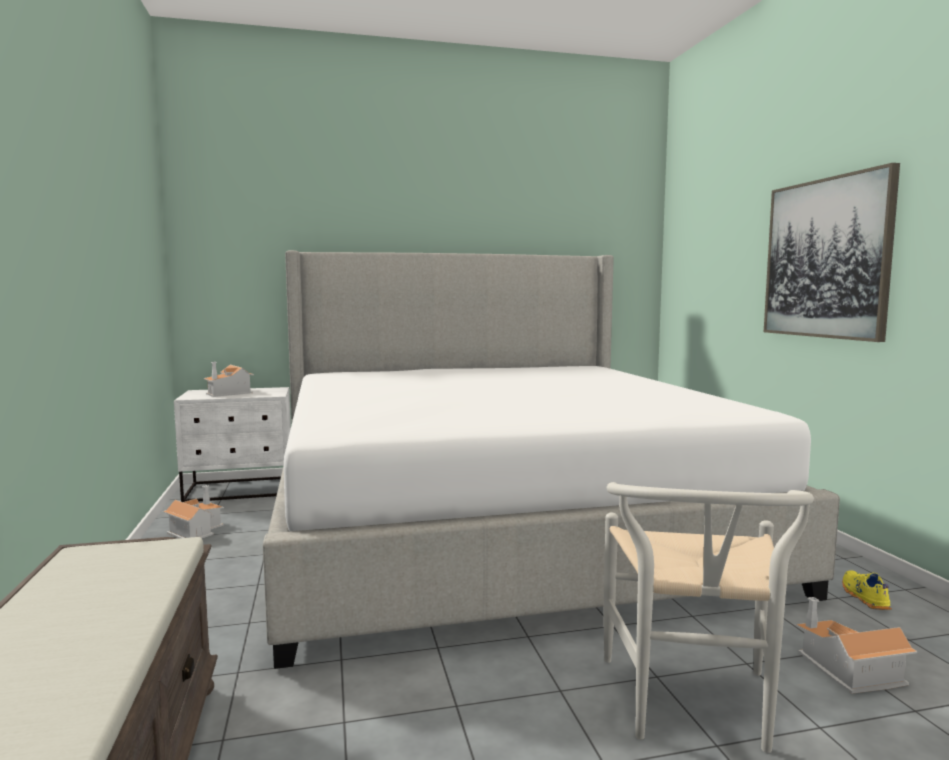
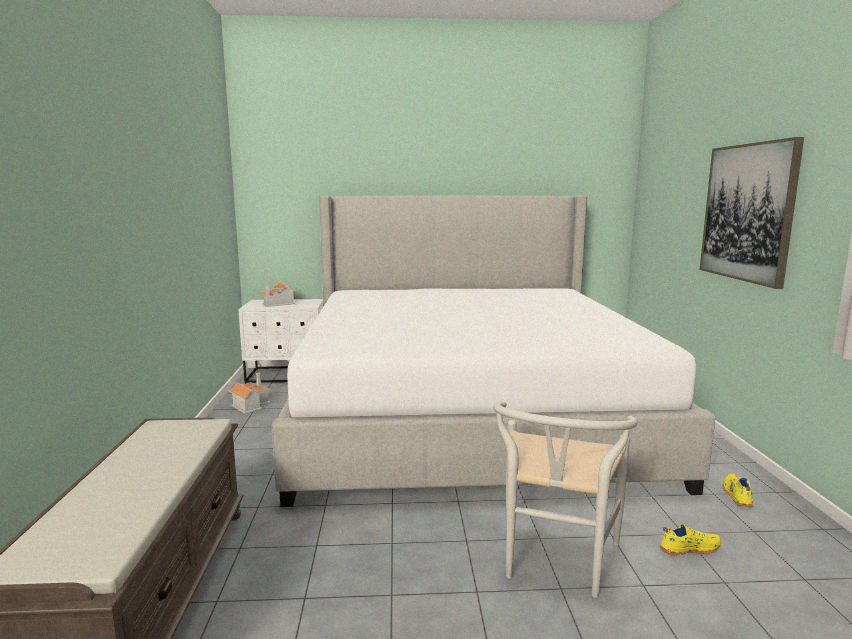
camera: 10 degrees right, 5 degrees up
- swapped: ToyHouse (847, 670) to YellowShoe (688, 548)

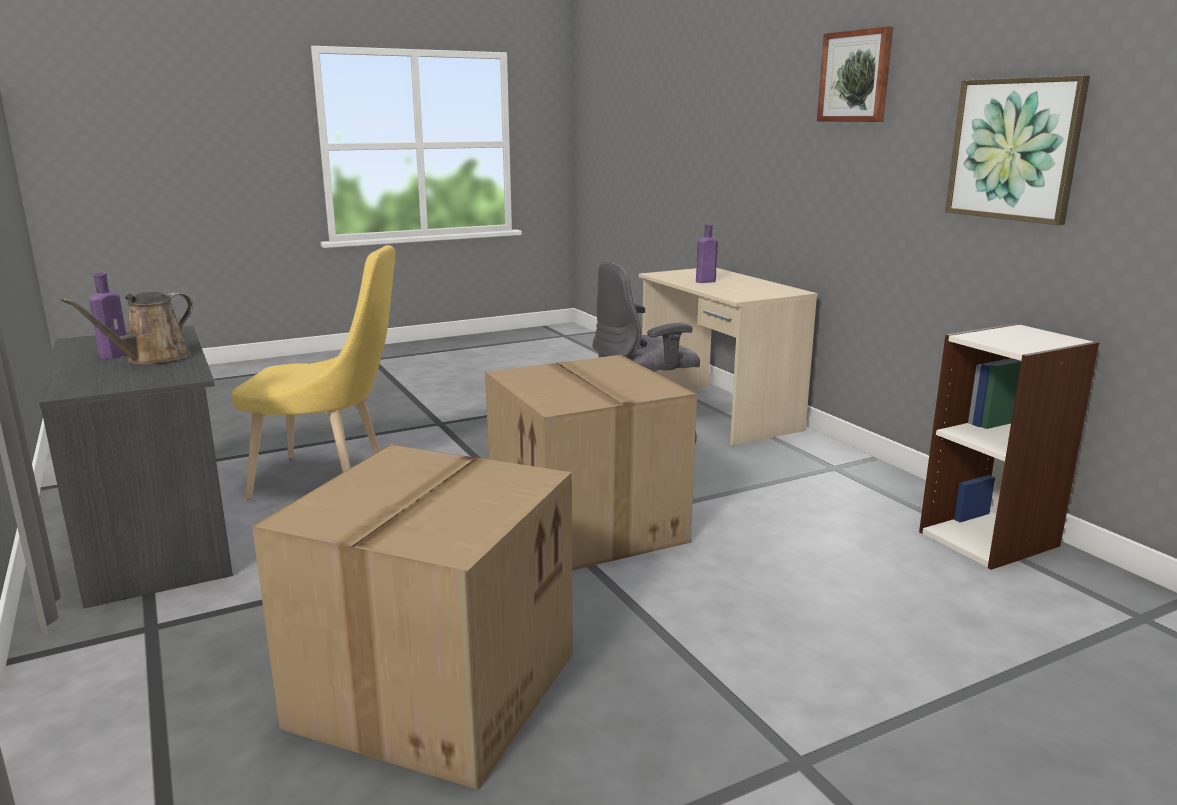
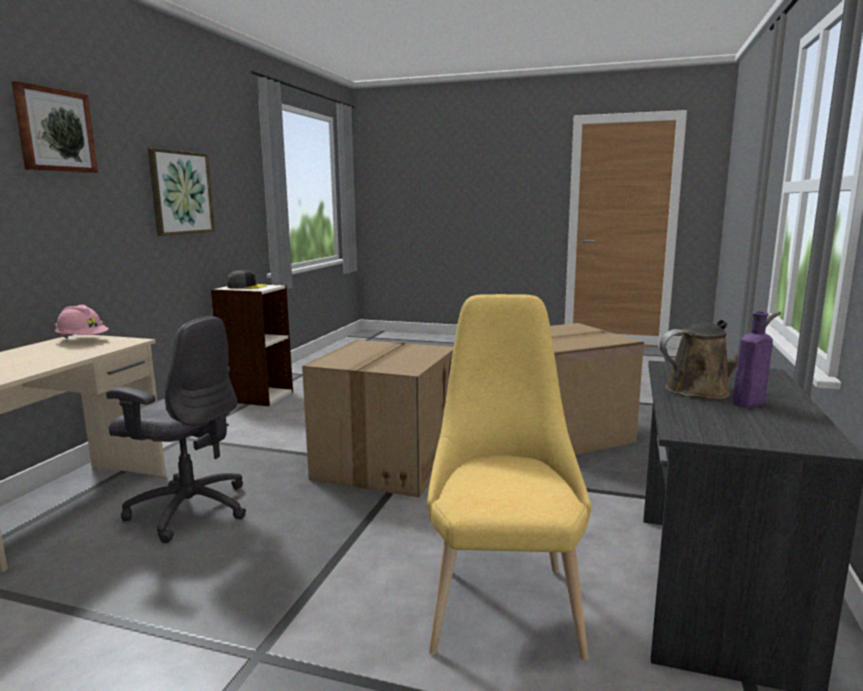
camera: 135 degrees left, 5 degrees down
- rotated: YellowChair (329, 479) = (503, 600) 45 degrees clockwise
- gone: PurpleBottle (704, 281)
- new: PinkHardHat (83, 340)
- new: GreyCap (246, 286)

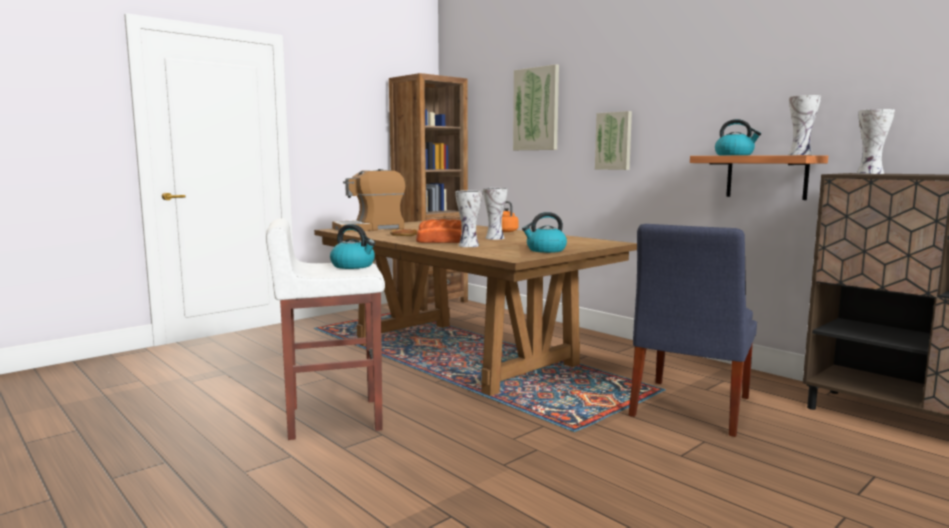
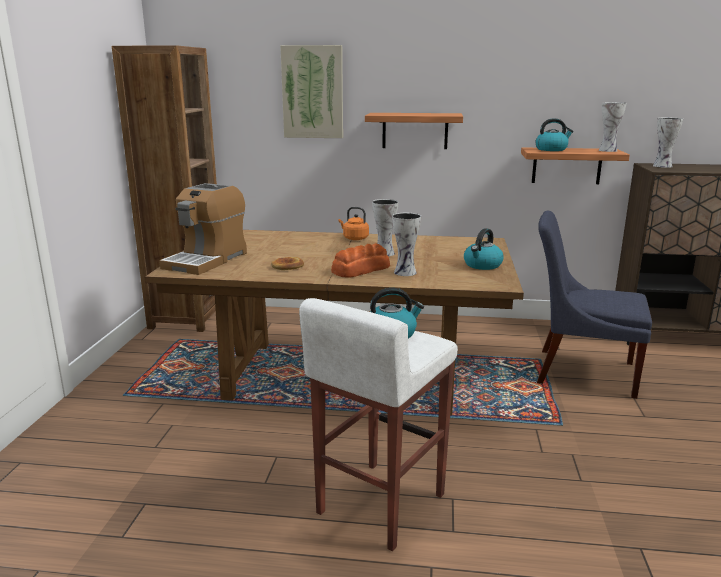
camera: 40 degrees left, 10 degrees up
- swapped: Picture (614, 141) to Shelf (415, 130)
- rotated: BlueChair (688, 408) = (579, 371) 120 degrees clockwise

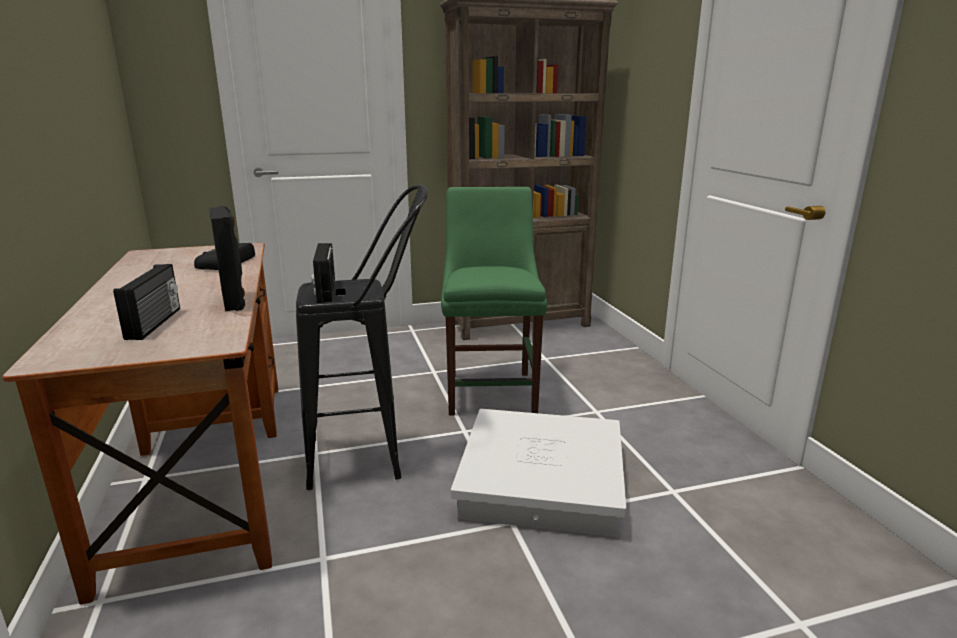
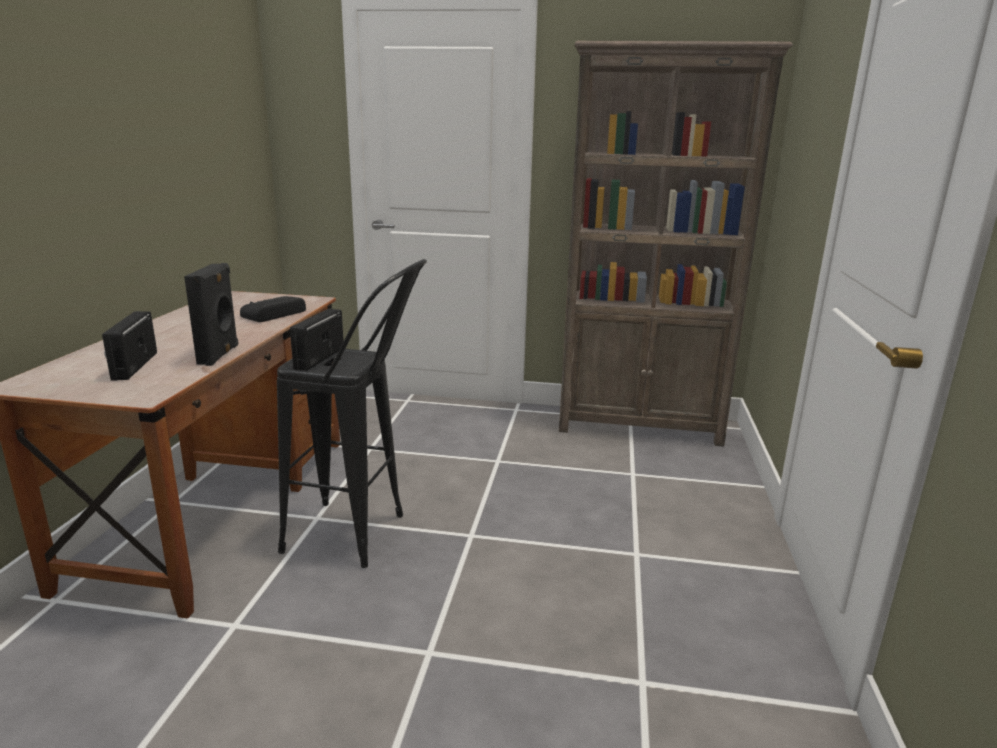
camera: 25 degrees right, 0 degrees up
- rotated: Radio (155, 323) = (133, 366) 150 degrees clockwise
- gone: GreenChair (491, 390)
- gone: WhiteStorageBox (542, 481)

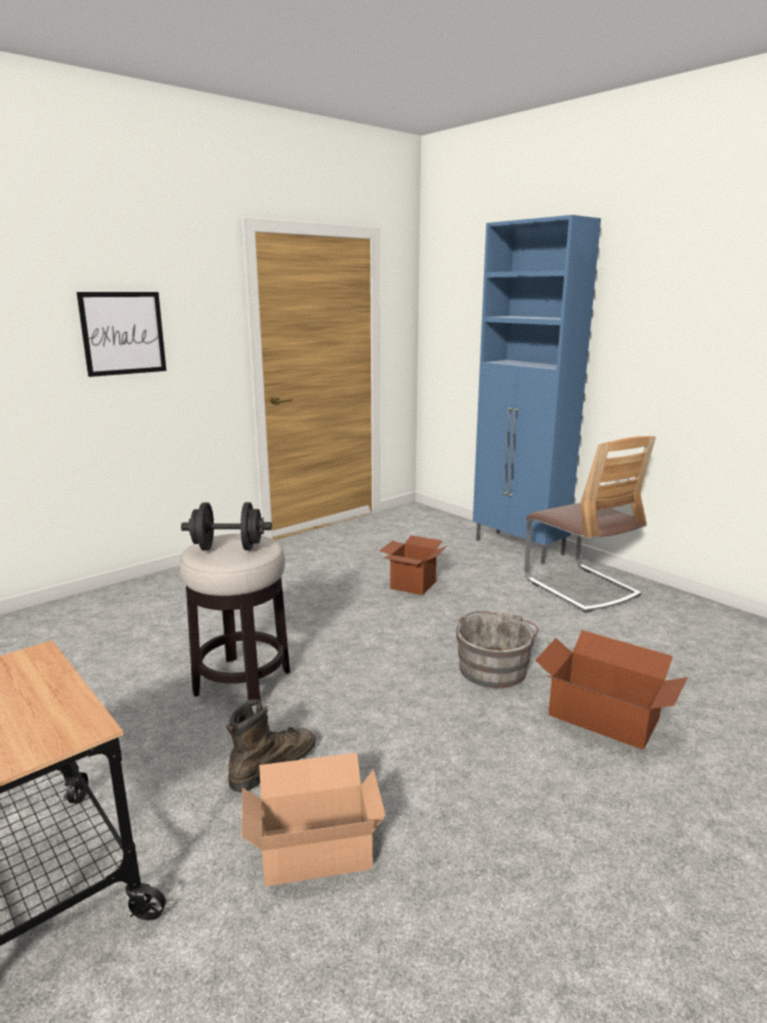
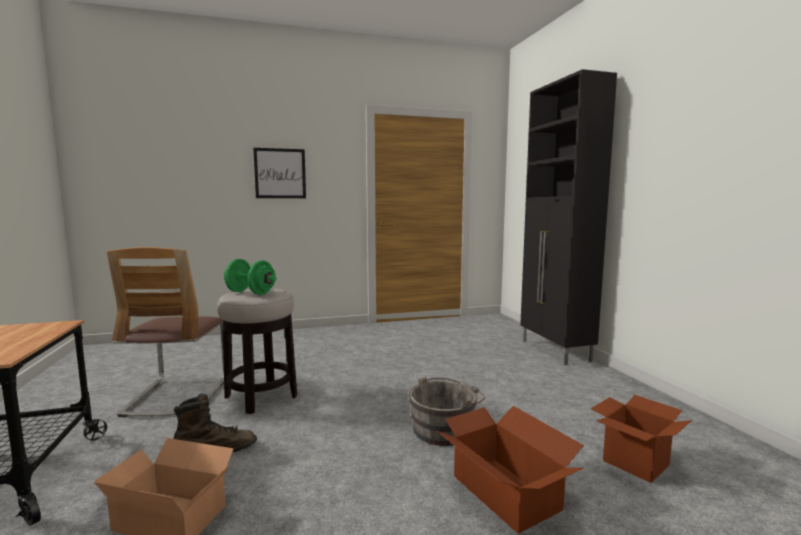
camera: 25 degrees right, 10 degrees down
- repainted: BlackDumbbell (228, 548) to GreenDumbbell (250, 293)
- shifted: CardboardBox (413, 585) to (636, 463)
- repainted: BlueCabinet (519, 547) to BlackCabinet (555, 351)
- shifted: Chair (581, 587) to (177, 395)

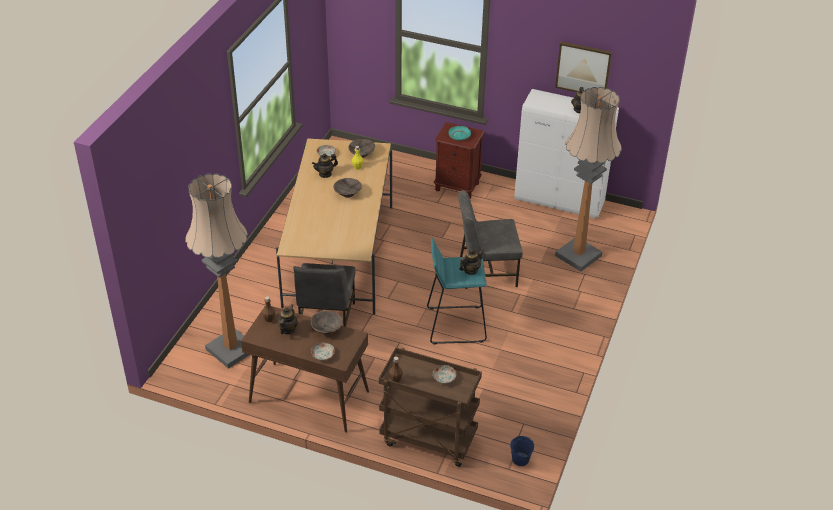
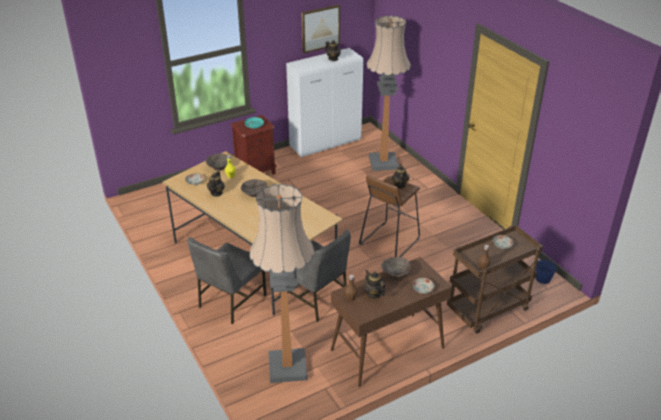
camera: 50 degrees left, 5 degrees down
- repainted: TurquoiseStool (455, 324) to BrownStool (389, 241)
- shifted: GreyChair (486, 272) to (230, 301)

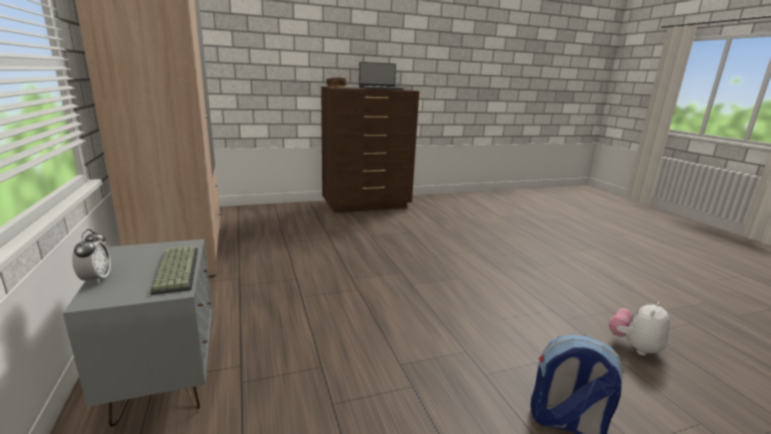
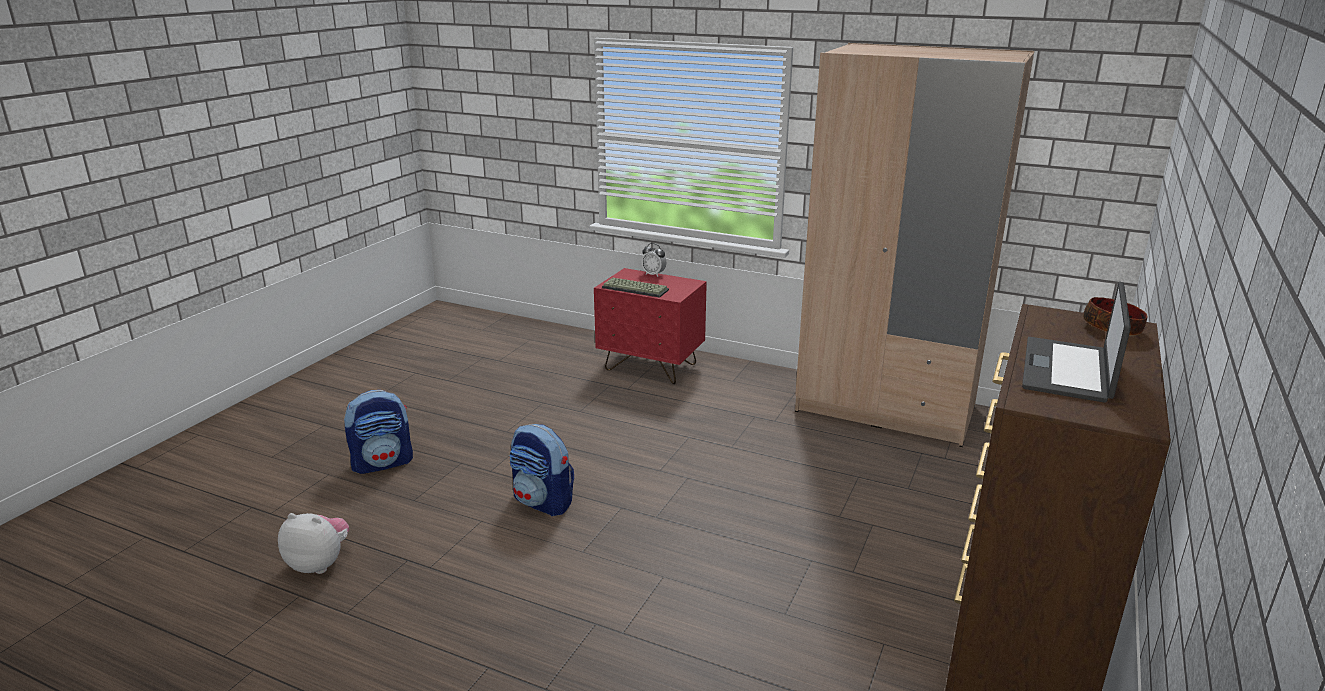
camera: 135 degrees right, 5 degrees up
- repainted: GreyNightstand (165, 378) to RedNightstand (651, 367)
- rotated: PlushToy (634, 347) = (319, 563) 75 degrees counterclockwise
- new: Backpack (543, 502)

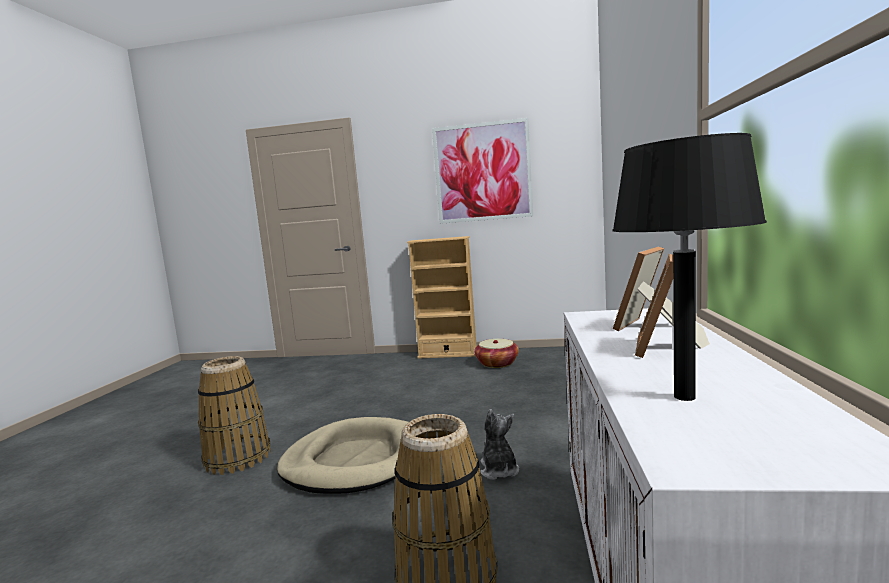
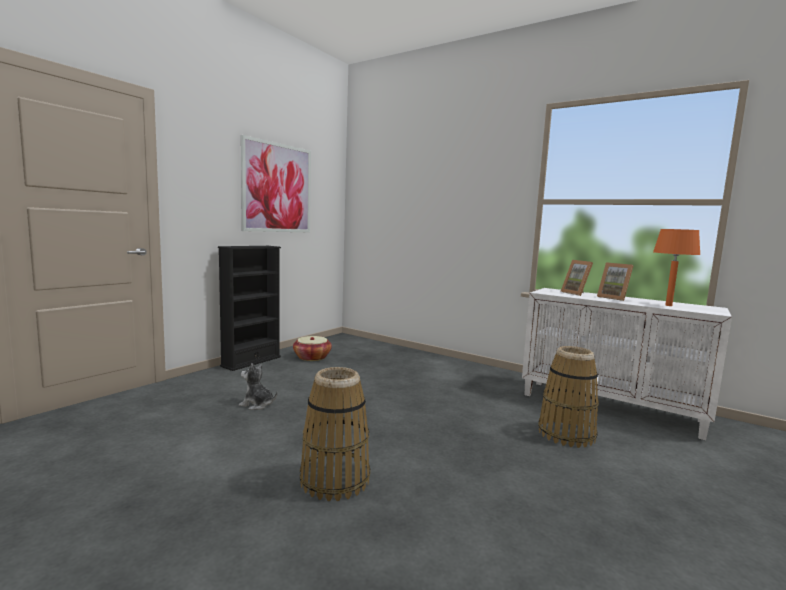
camera: 65 degrees left, 0 degrees up
- gone: BeigeDogBed (354, 460)
- repainted: BeigeBookcase (448, 354) to BlackBookcase (251, 361)
- shifted: PlushToy (499, 470) to (257, 405)
- repainted: BlackTableLamp (685, 396) to OrangeTableLamp (668, 305)

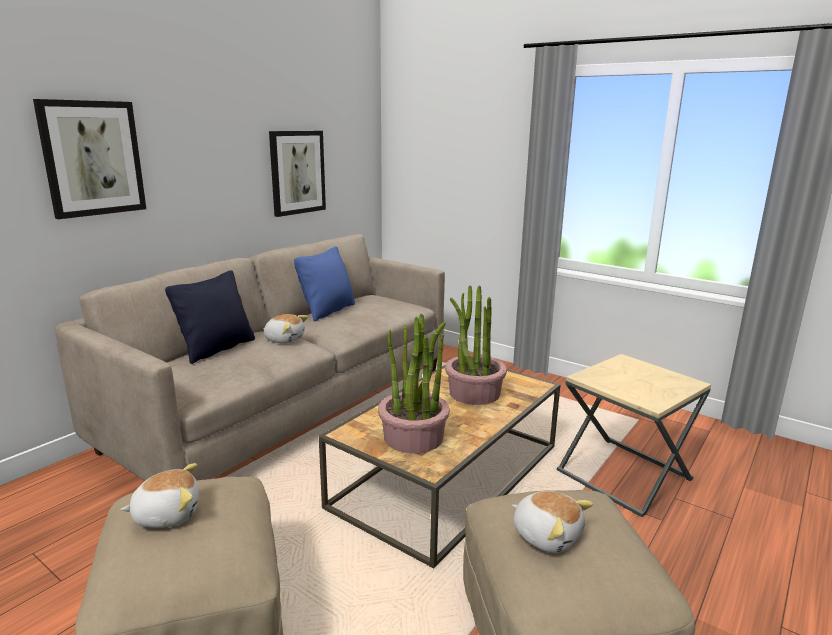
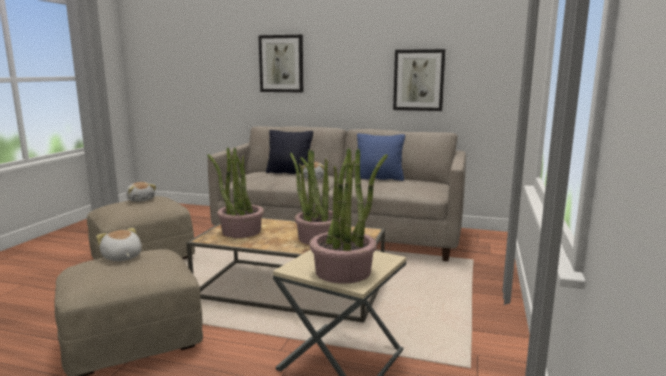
camera: 70 degrees right, 5 degrees down
- rotated: PlushToy (547, 535) = (121, 257) 120 degrees clockwise
- new: PottedPlant (343, 271)

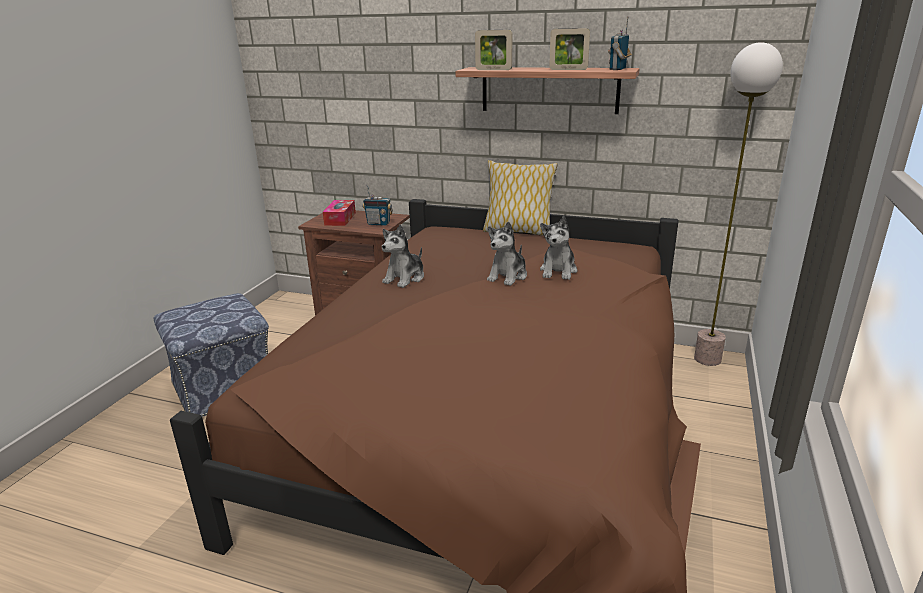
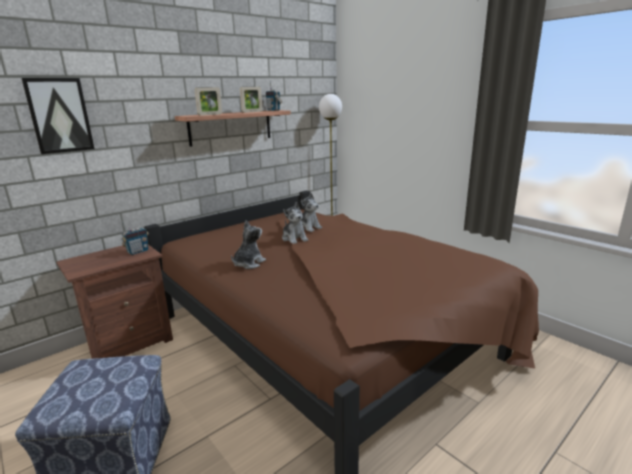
camera: 60 degrees left, 5 degrees down
- gone: TissueBox (340, 219)
- rotated: PlushToy (405, 278) = (248, 264) 120 degrees counterclockwise
- gone: Pillow (518, 231)
- new: Picture (59, 115)

